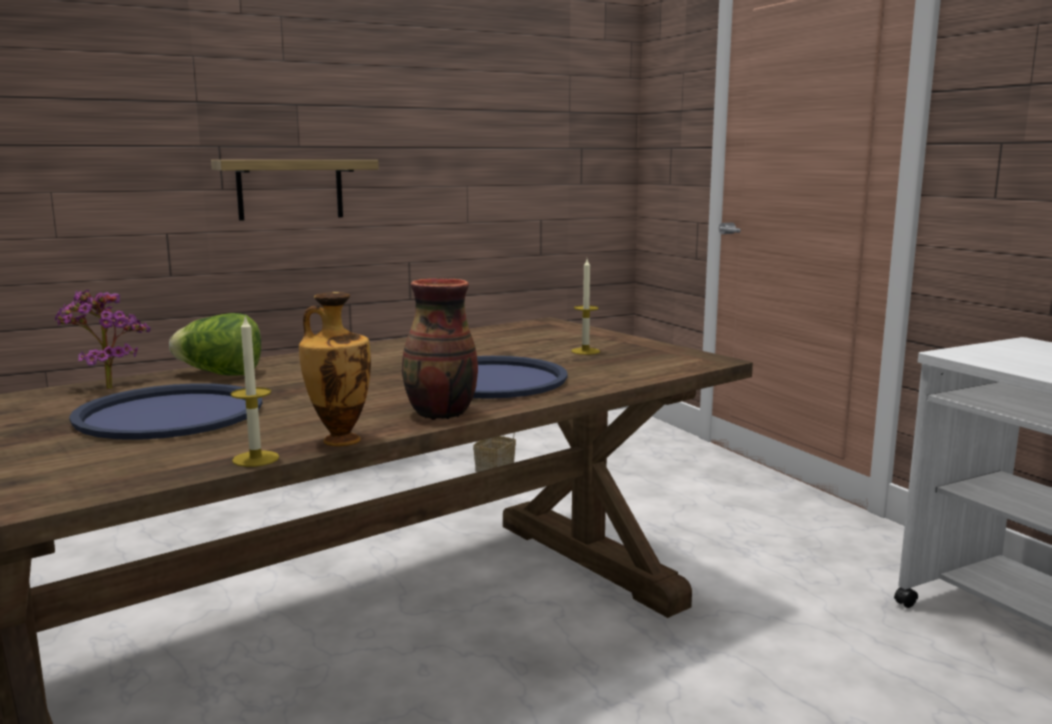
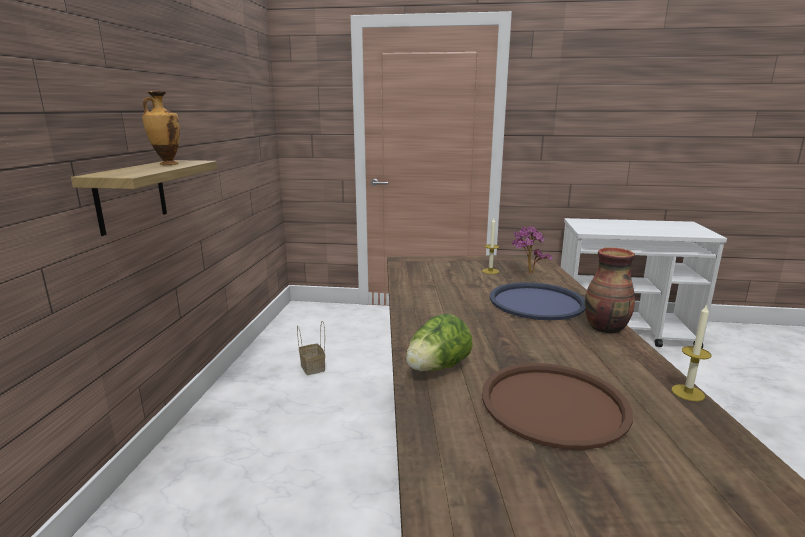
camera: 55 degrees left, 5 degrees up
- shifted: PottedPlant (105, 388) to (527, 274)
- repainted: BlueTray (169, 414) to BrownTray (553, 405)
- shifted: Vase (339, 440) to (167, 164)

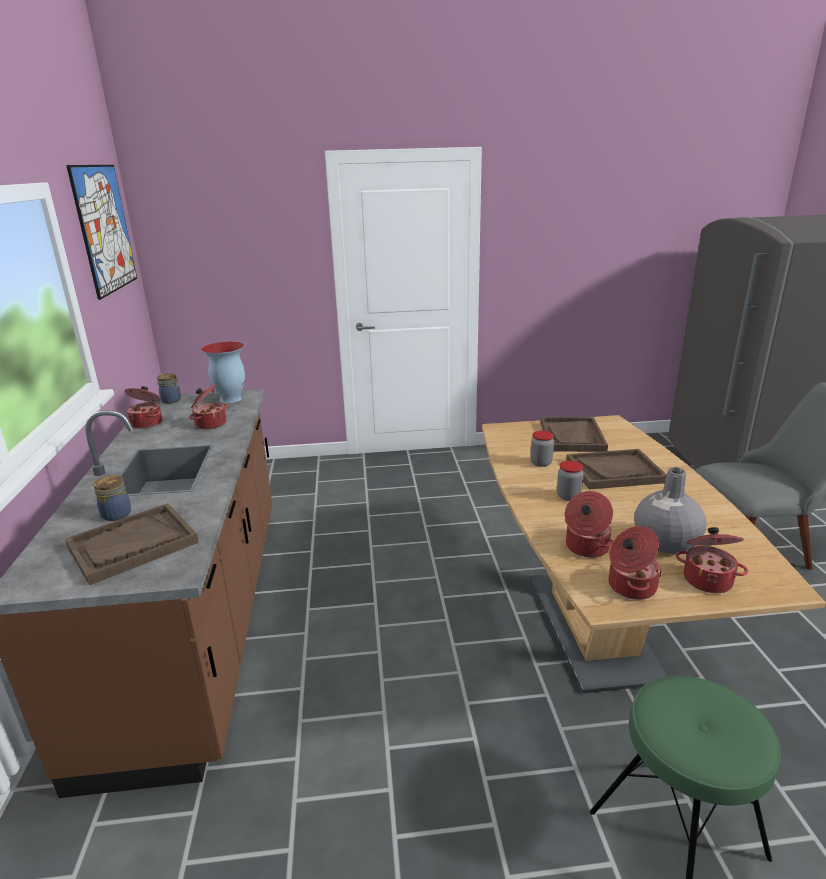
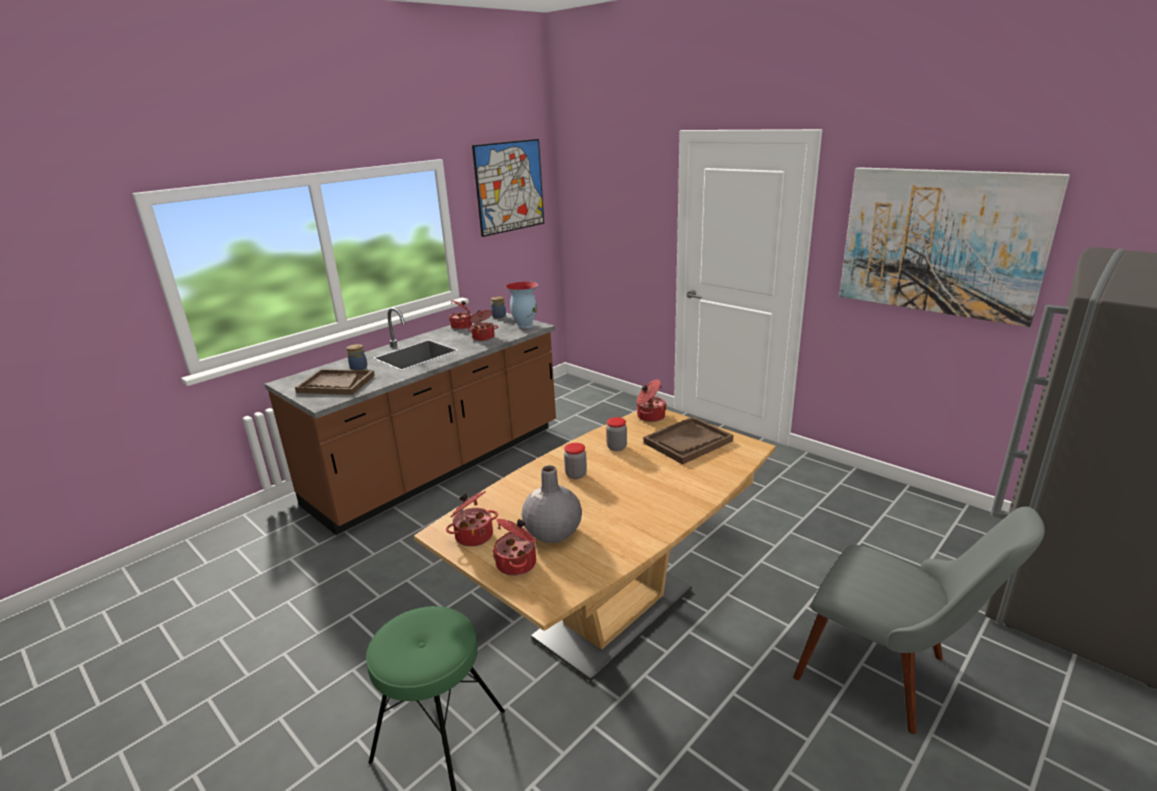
camera: 50 degrees right, 0 degrees up
- shifted: CookingPot (585, 547) to (650, 416)
- gone: BrownTray (614, 471)
- new: Picture (940, 242)

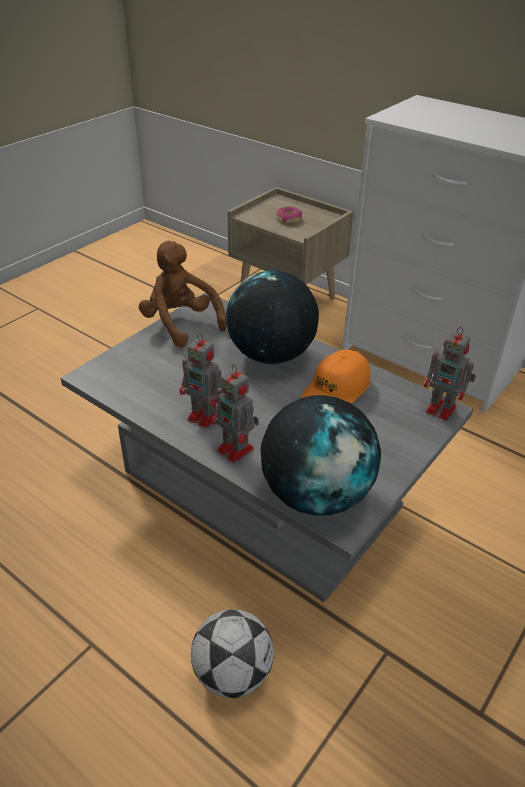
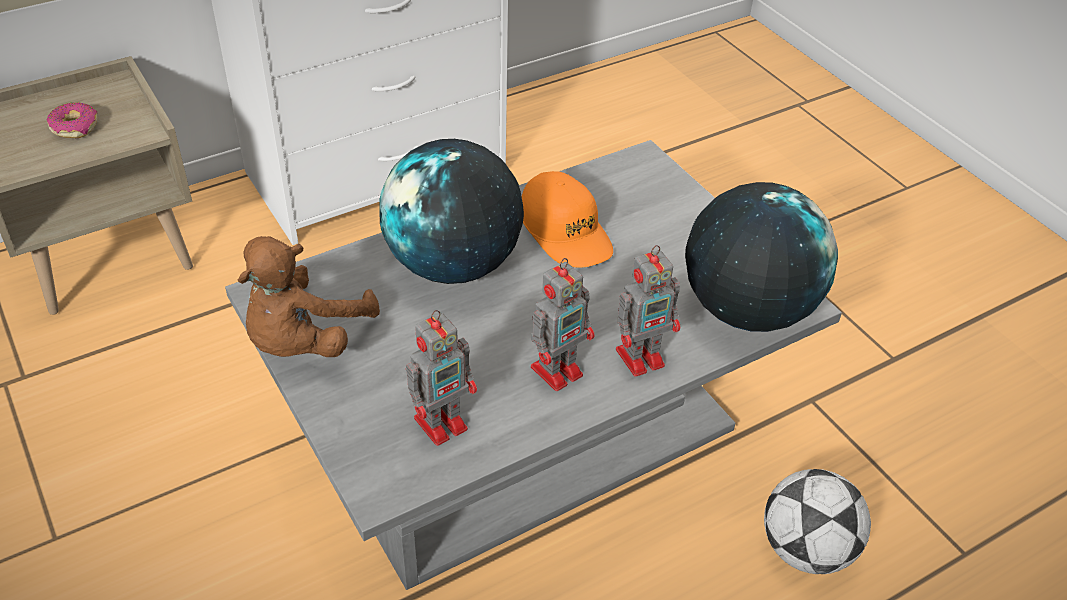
camera: 70 degrees left, 5 degrees up
- rotated: BrownPlushToy (180, 324) = (304, 340) 45 degrees counterclockwise
- shifted: ToyRobot (442, 409) to (443, 422)

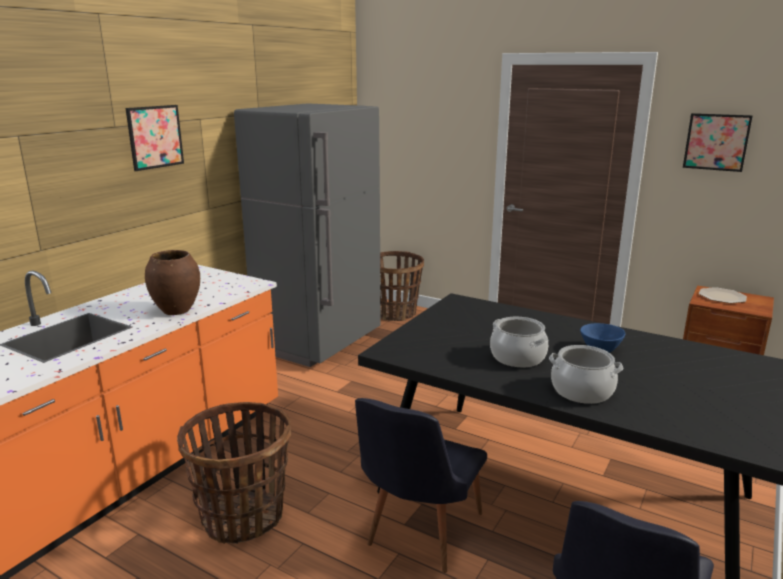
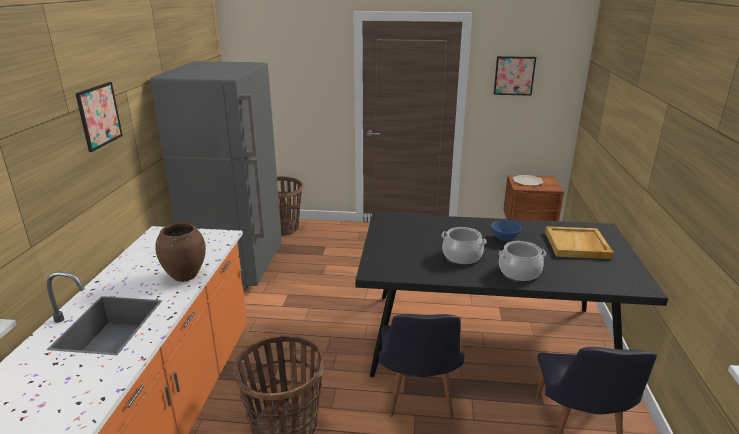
camera: 25 degrees left, 5 degrees up
- new: BeigeTray (577, 245)

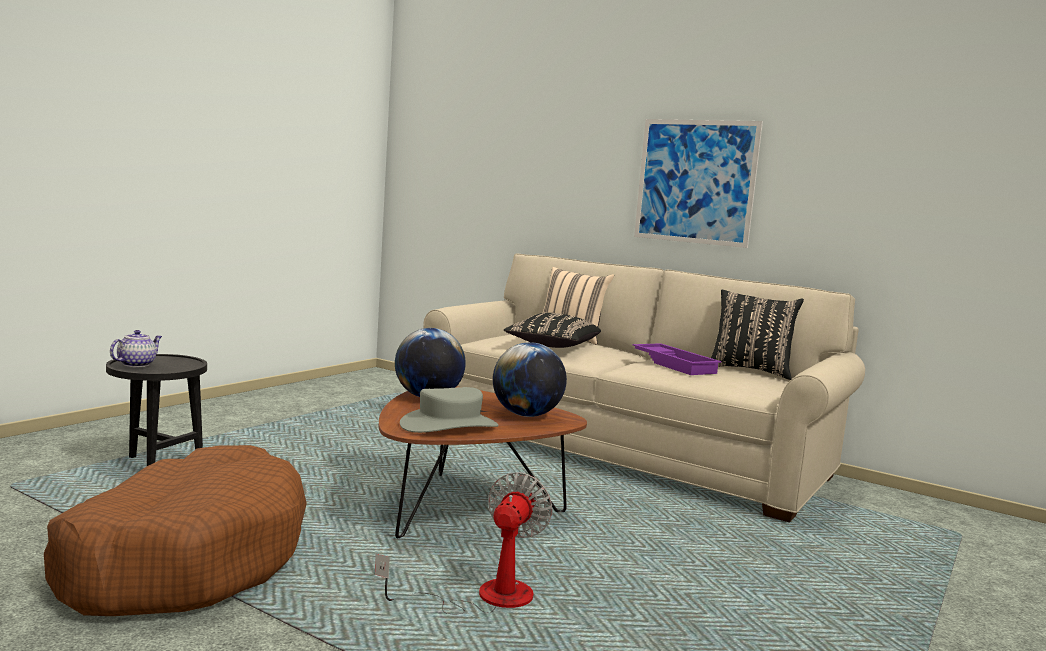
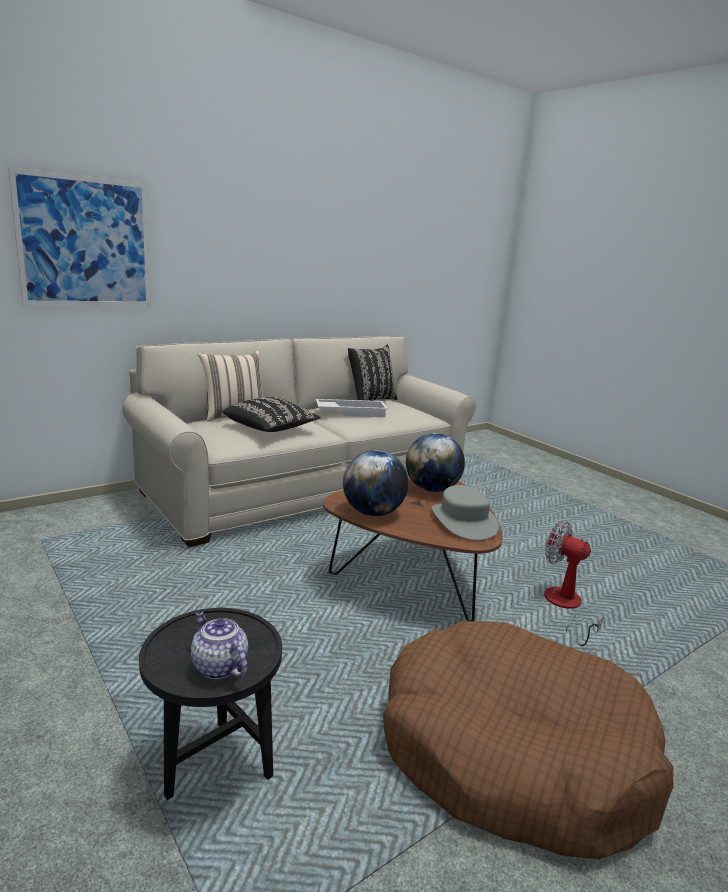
camera: 70 degrees left, 10 degrees up
- repainted: PurpleTray (675, 365) to WhiteTray (351, 412)
- shifted: Picture (695, 181) to (85, 242)

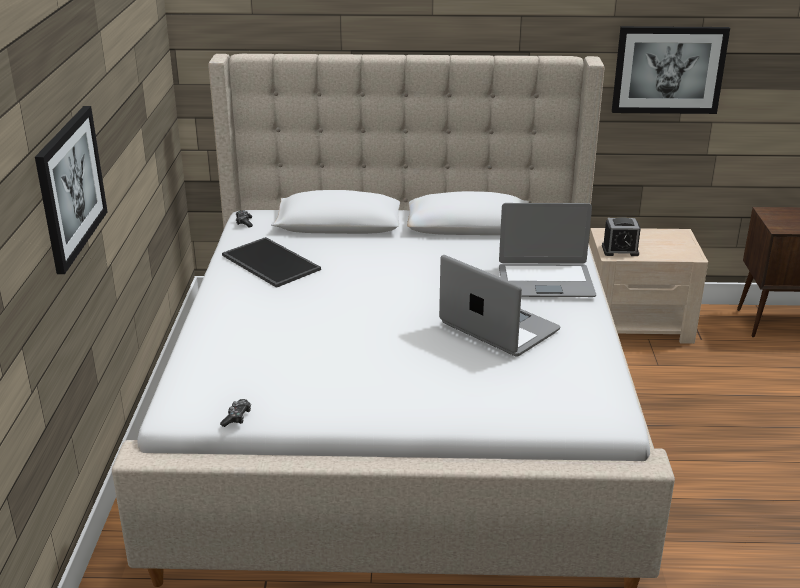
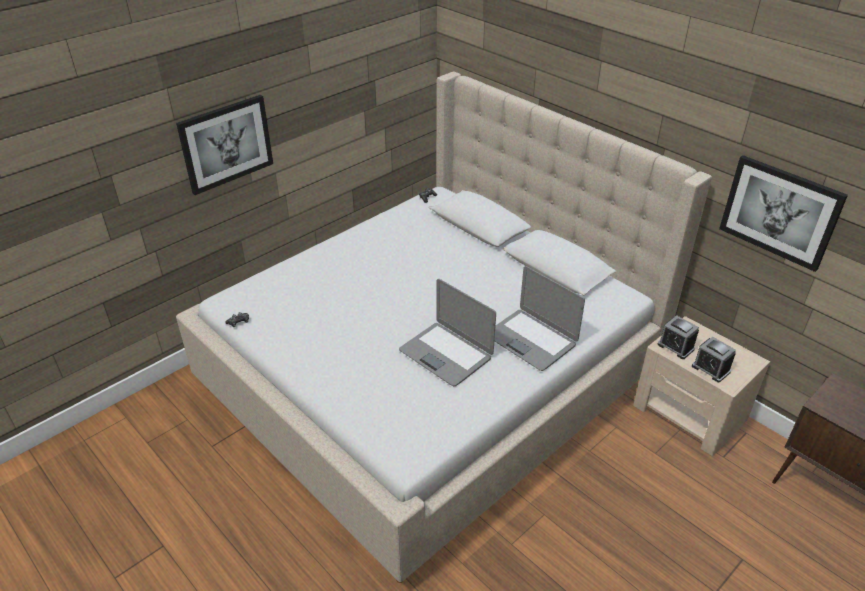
camera: 45 degrees right, 10 degrees up
- gone: Tray (269, 262)
- rotated: Laptop (498, 328) = (446, 354) 135 degrees clockwise
- new: AlarmClock (711, 369)

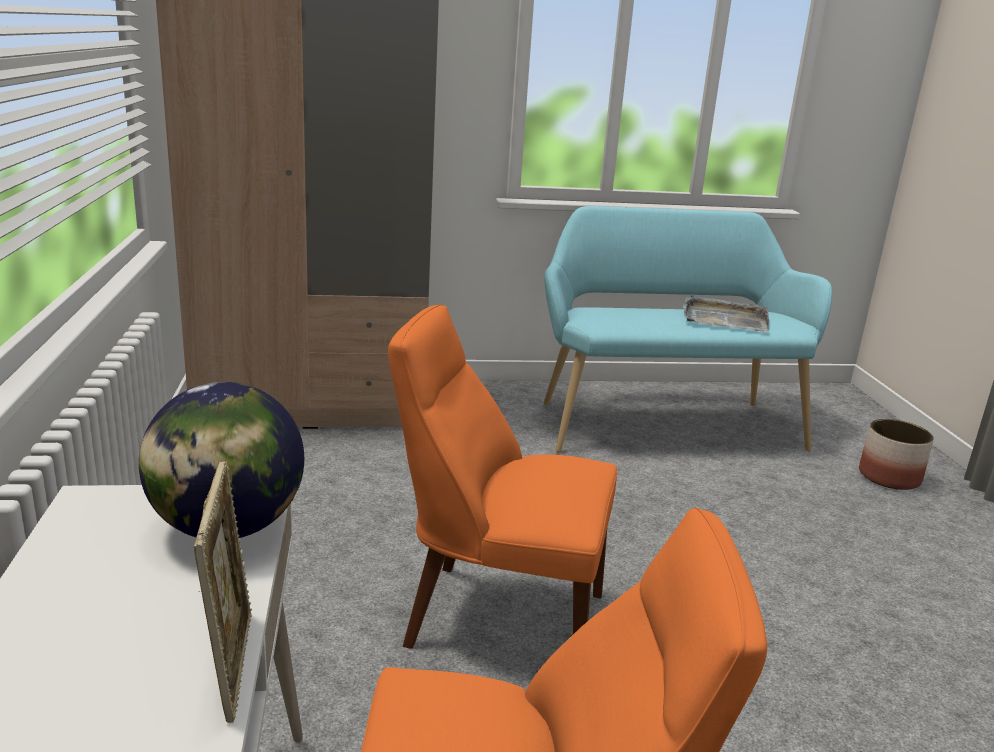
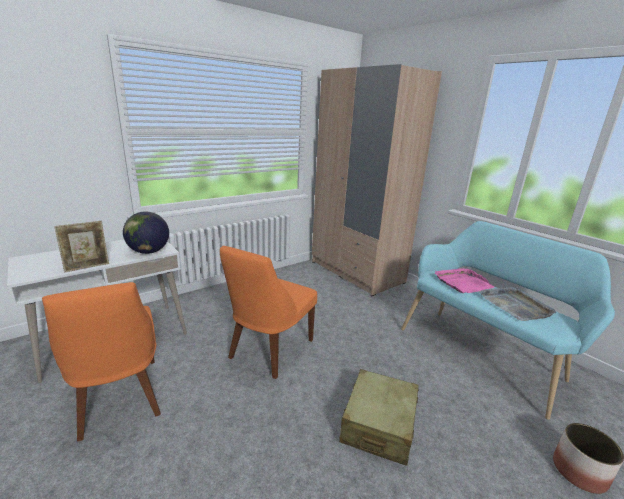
camera: 60 degrees right, 0 degrees up
- rotated: OrangeChair (496, 618) = (269, 350) 135 degrees counterclockwise
- new: BeigeSuitcase (378, 424)
- new: PinkTray (462, 282)

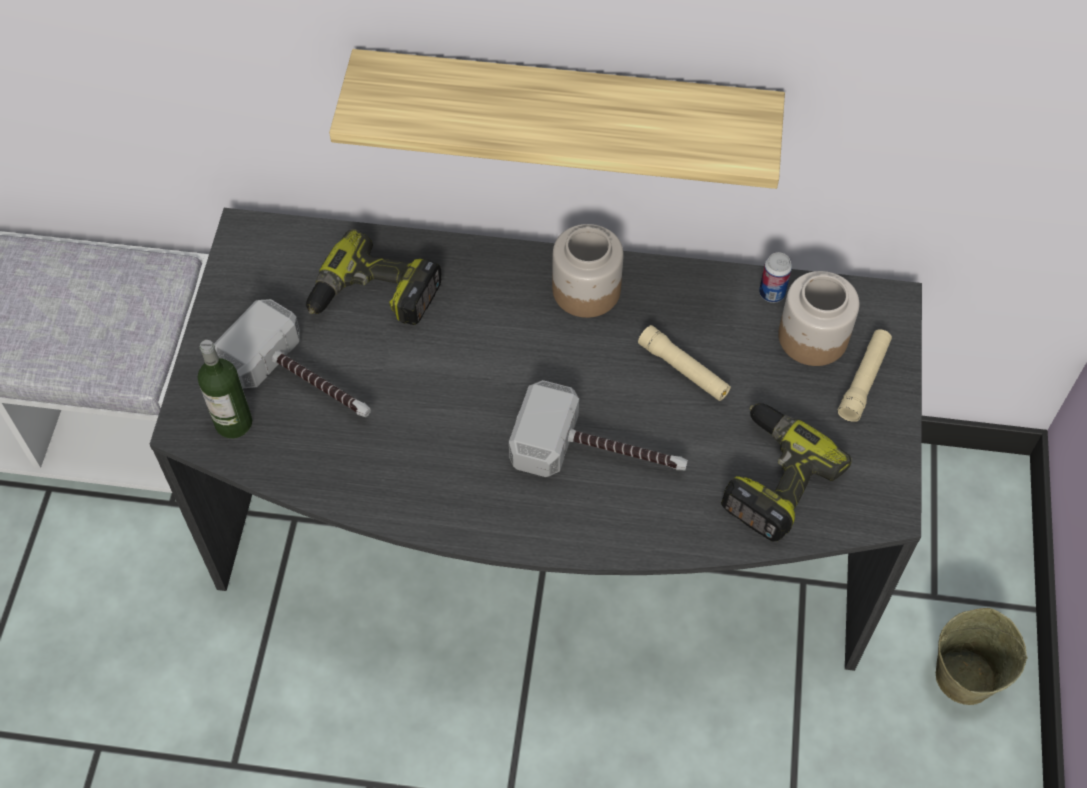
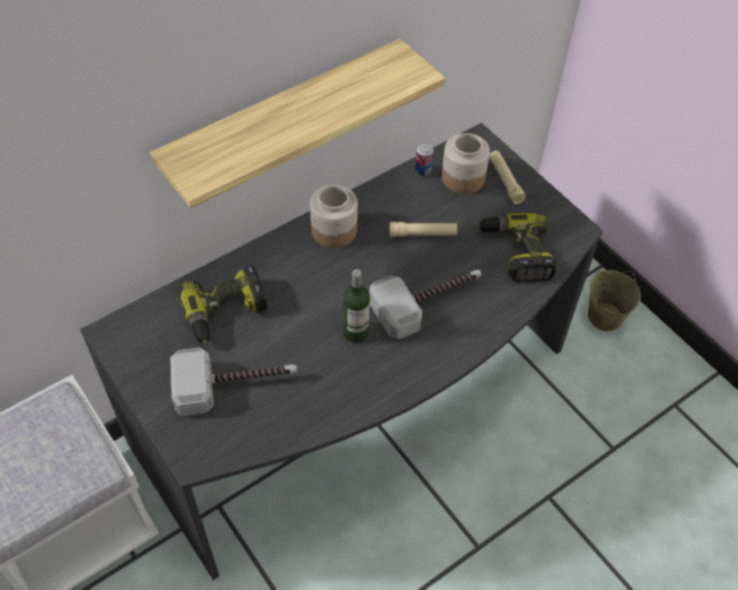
camera: 45 degrees left, 5 degrees down
- shifted: Bottle (233, 423) to (355, 332)

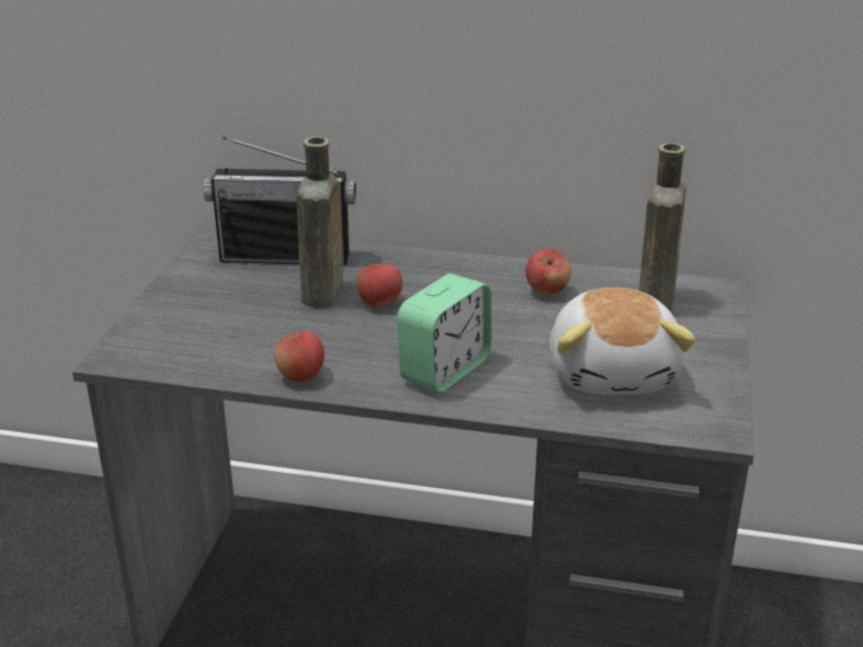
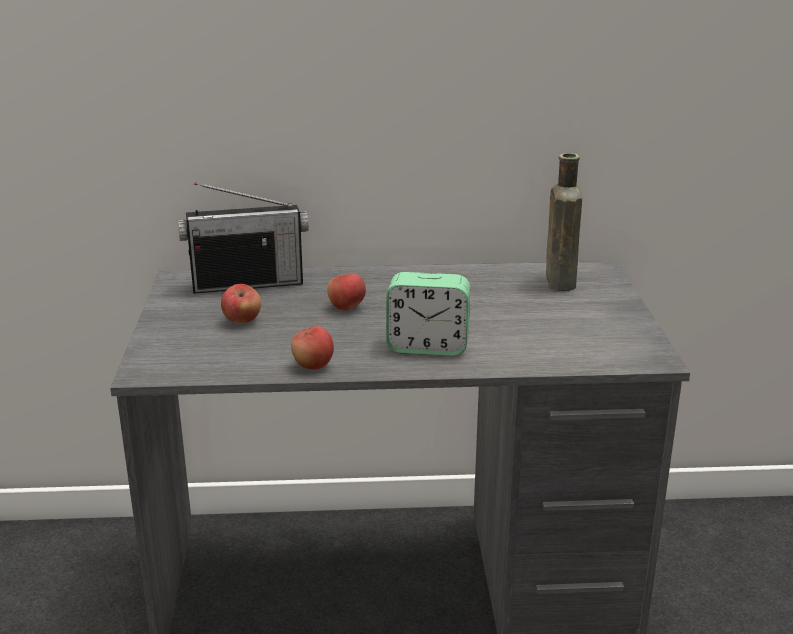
camera: 15 degrees left, 5 degrees down
- gone: BrownBottle (322, 296)
- rotated: AlarmClock (445, 370) = (427, 347) 75 degrees clockwise
- shifted: Apple (547, 291) to (242, 321)
- gone: PlushToy (614, 372)

